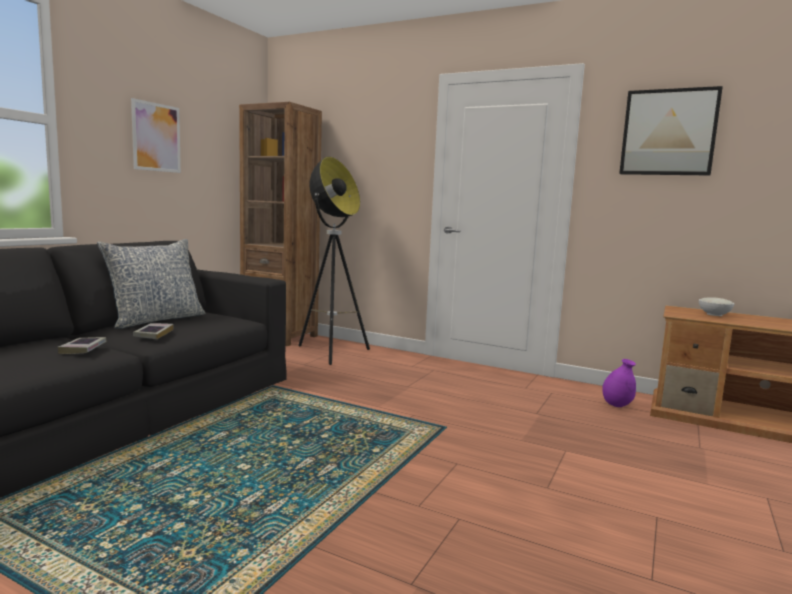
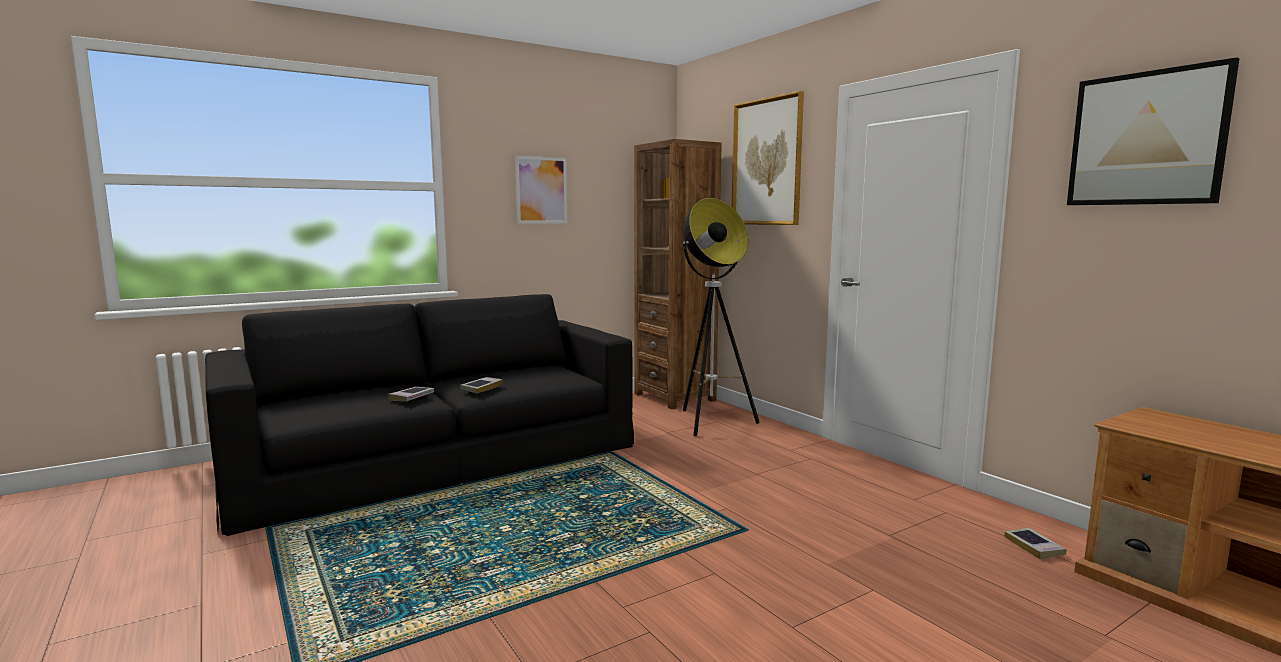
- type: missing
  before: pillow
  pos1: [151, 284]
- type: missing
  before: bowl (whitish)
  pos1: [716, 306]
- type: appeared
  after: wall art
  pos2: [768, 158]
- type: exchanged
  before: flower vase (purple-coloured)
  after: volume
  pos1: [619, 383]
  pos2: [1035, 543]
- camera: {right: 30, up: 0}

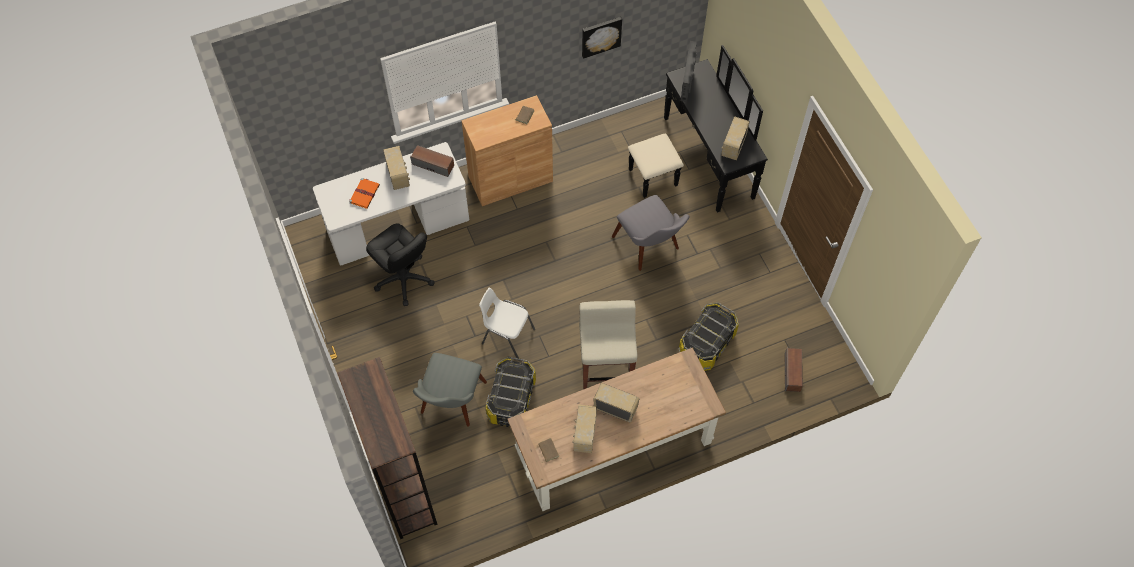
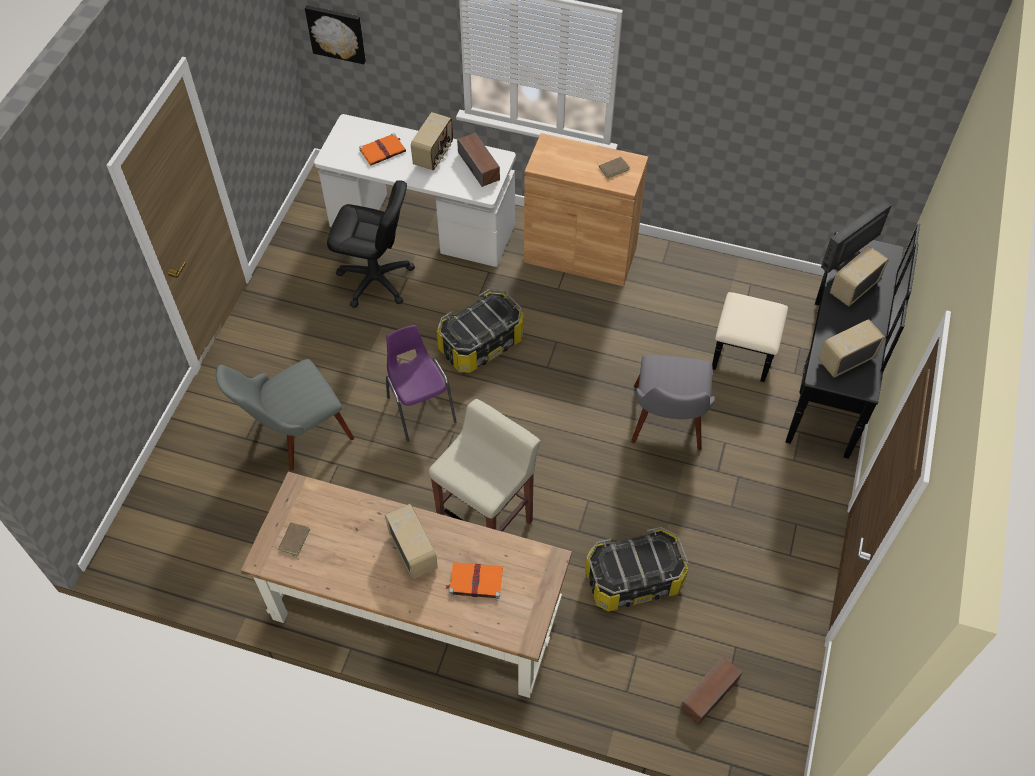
- type: missing
  before: bookshelf (brown-coloured)
  pos1: [387, 448]
- type: appeared
  after: volume (orange)
  pos2: [474, 580]
- type: relocated
  before: storage bin
  pos1: [510, 392]
  pos2: [480, 331]
- type: relocated
  before: radio
  pos1: [584, 429]
  pos2: [859, 276]
- type: relocated
  before: wall art
  pos1: [602, 38]
  pos2: [335, 34]
- type: colour
  before: upright chair (whitish)
  after: upright chair (purple-coloured)
  pos1: [507, 324]
  pos2: [421, 383]
- type: spun
  before: office chair (black-coloured)
  pos1: [400, 264]
  pos2: [371, 244]
  turn: -75
- camera: {right: 40, up: -5}

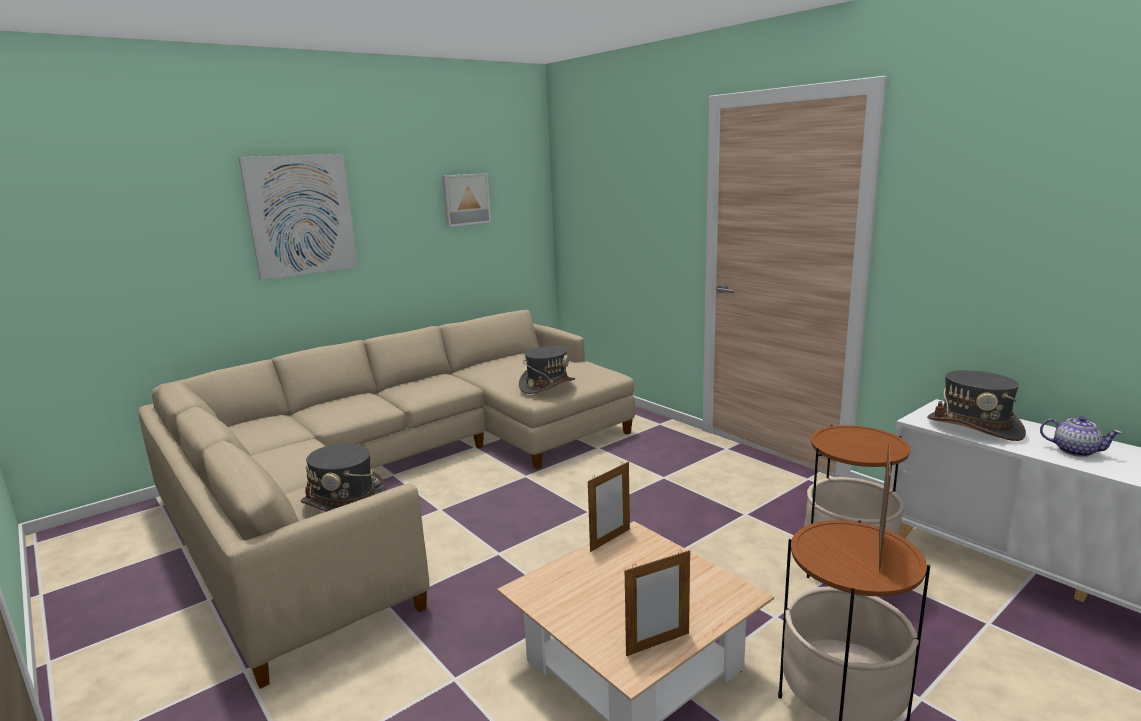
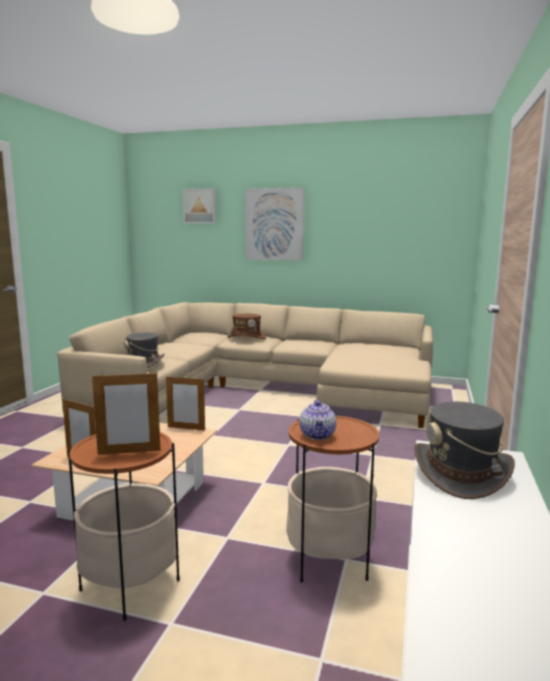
- type: missing
  before: clothing hat (greyish)
  pos1: [547, 370]
- type: appeared
  after: clothing hat (brown-coloured)
  pos2: [246, 326]
- type: relocated
  before: wall art
  pos1: [466, 200]
  pos2: [199, 205]
- type: relocated
  before: teapot
  pos1: [1081, 436]
  pos2: [317, 420]
- camera: {right: 55, up: -5}

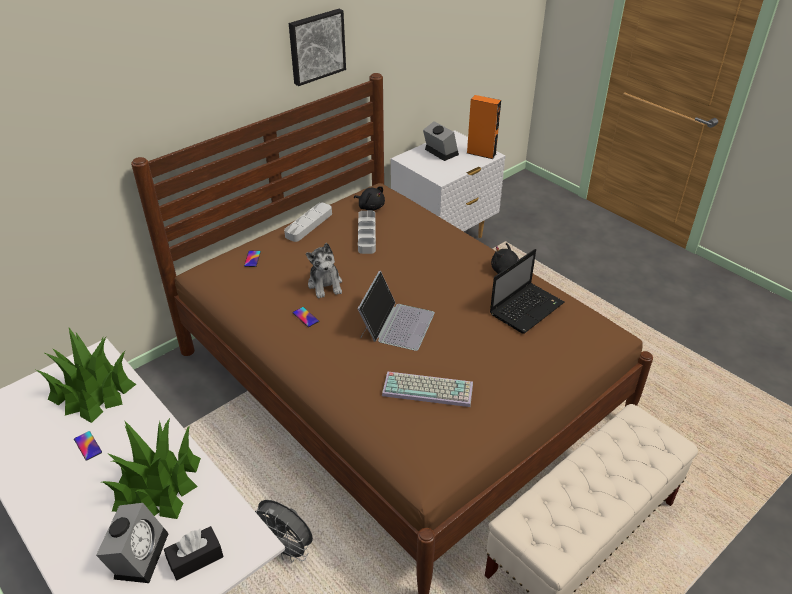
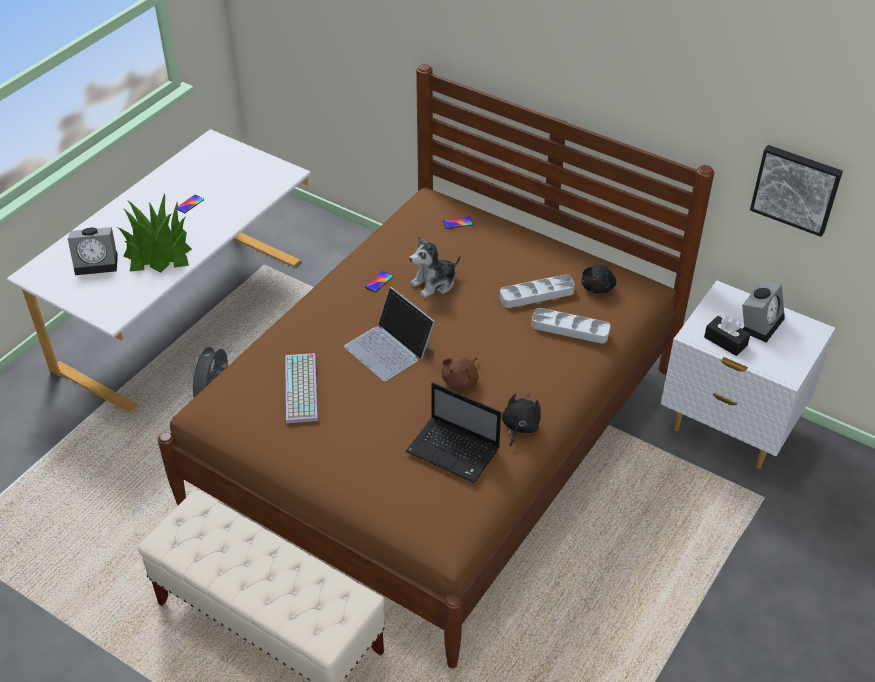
- type: missing
  before: potted plant
  pos1: [86, 375]
- type: missing
  before: audio speaker (orange)
  pos1: [484, 127]
- type: appeared
  after: cuddly toy (brown-coloured)
  pos2: [460, 372]
- type: relocated
  before: tissue holder (black-coloured)
  pos1: [194, 553]
  pos2: [727, 336]
- type: relocated
  before: carrying tray (greyish)
  pos1: [308, 222]
  pos2: [570, 326]
- type: relocated
  before: wall art
  pos1: [317, 47]
  pos2: [796, 191]
- type: spun
  before: notebook computer
  pos1: [396, 311]
  pos2: [389, 334]
  turn: 45
- camera: {right: 75, up: 5}

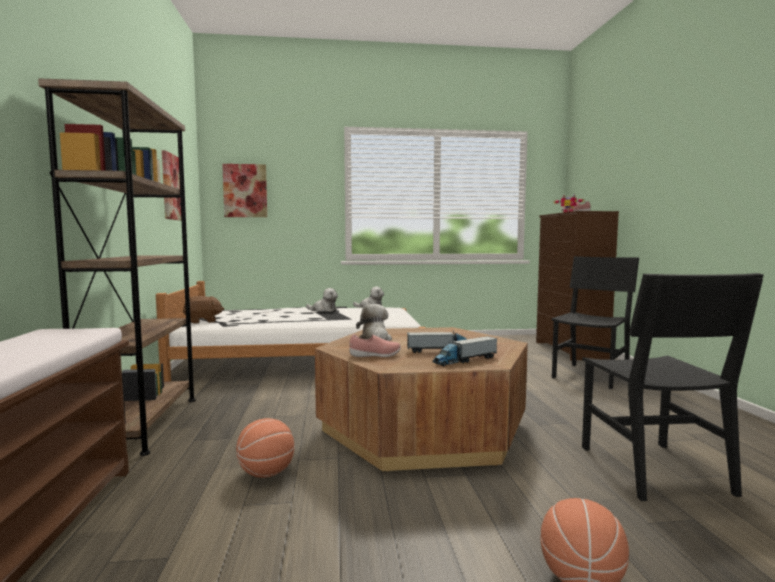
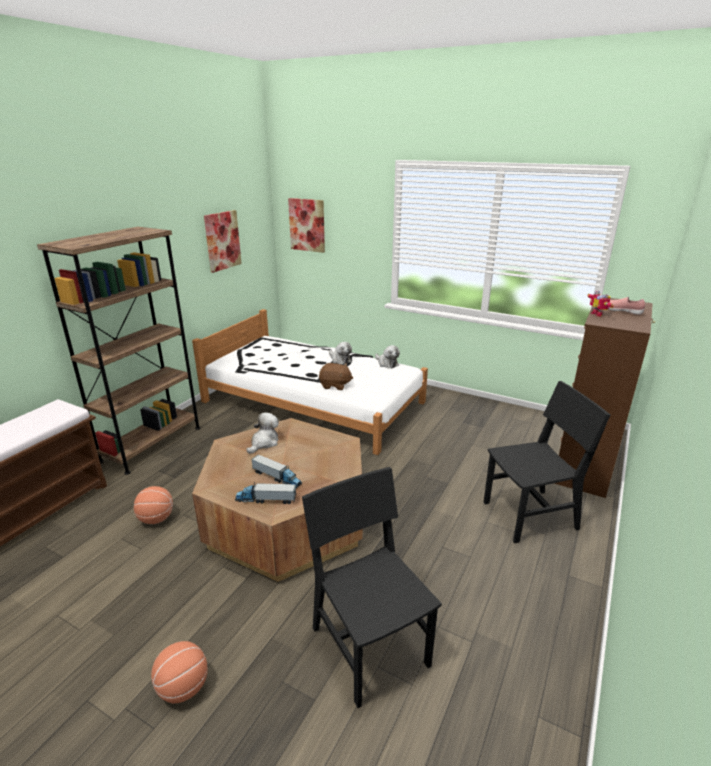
- type: missing
  before: shoe (pink)
  pos1: [375, 345]
- type: relocated
  before: cuddly toy (brown-coloured)
  pos1: [203, 310]
  pos2: [336, 376]
- type: spun
  before: upright chair (black-coloured)
  pos1: [673, 387]
  pos2: [372, 587]
  turn: 120
- camera: {right: 35, up: 20}

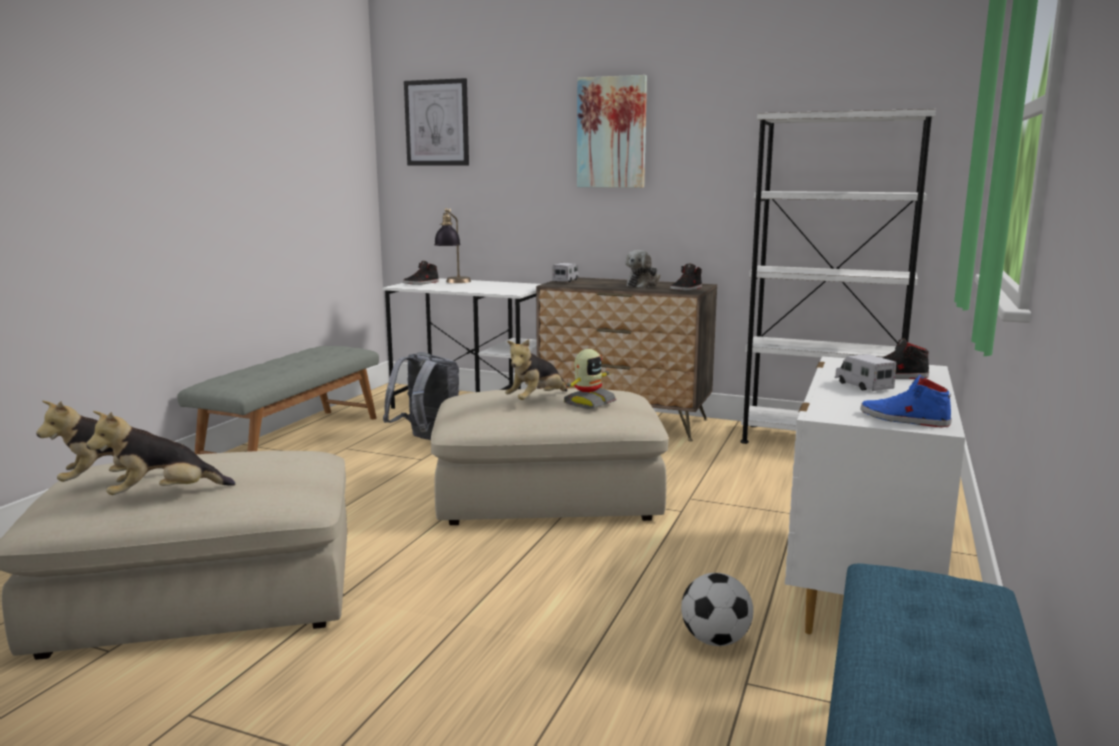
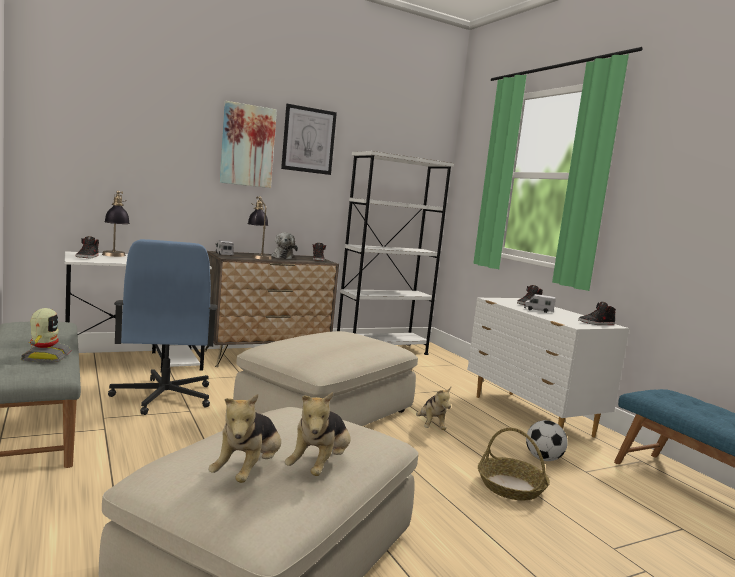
- type: appeared
  after: lamp for a table
  pos2: [260, 228]
- type: appeared
  after: household basket
  pos2: [514, 464]
- type: relocated
  before: wall art
  pos1: [436, 122]
  pos2: [309, 139]
- type: relocated
  before: cuddly toy
  pos1: [536, 369]
  pos2: [433, 408]
- type: relocated
  before: robot figure
  pos1: [589, 379]
  pos2: [46, 335]
- type: exchanged
  before: knapsack (greyish)
  after: office chair (blue-coloured)
  pos1: [421, 396]
  pos2: [162, 327]
- type: colour
  before: shoe (blue-coloured)
  after: shoe (black-coloured)
  pos1: [906, 401]
  pos2: [597, 313]
- camera: {right: -50, up: -5}

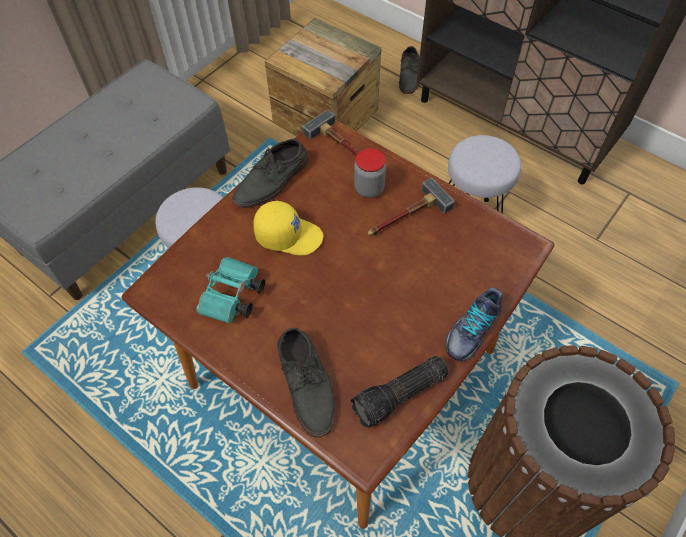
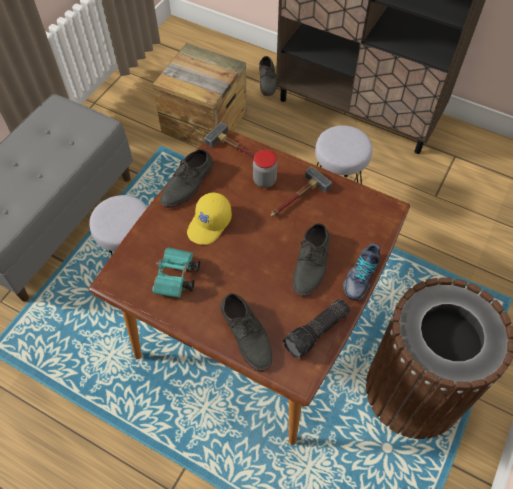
- type: appeared
  after: shoe (greyish)
  pos2: [311, 260]
- type: spun
  before: baseball cap (yellow)
  pos1: [288, 228]
  pos2: [209, 218]
  turn: 120
- camera: {right: -10, up: 0}

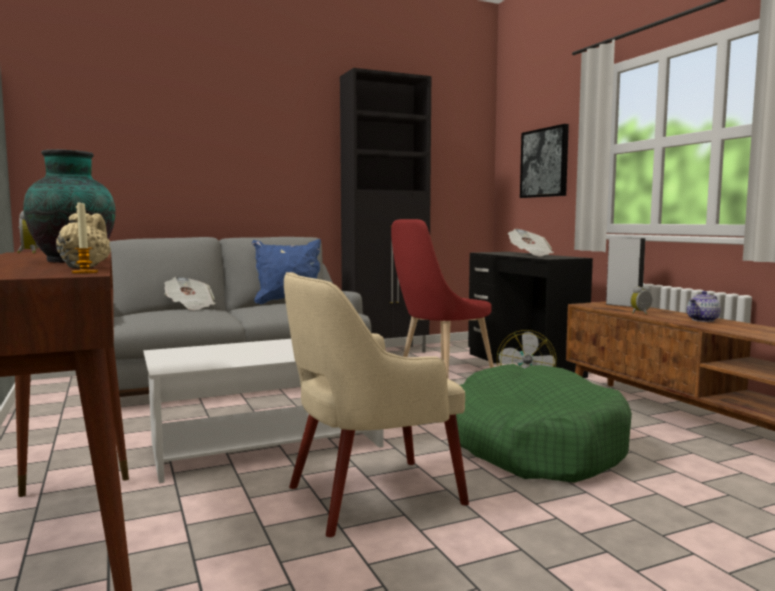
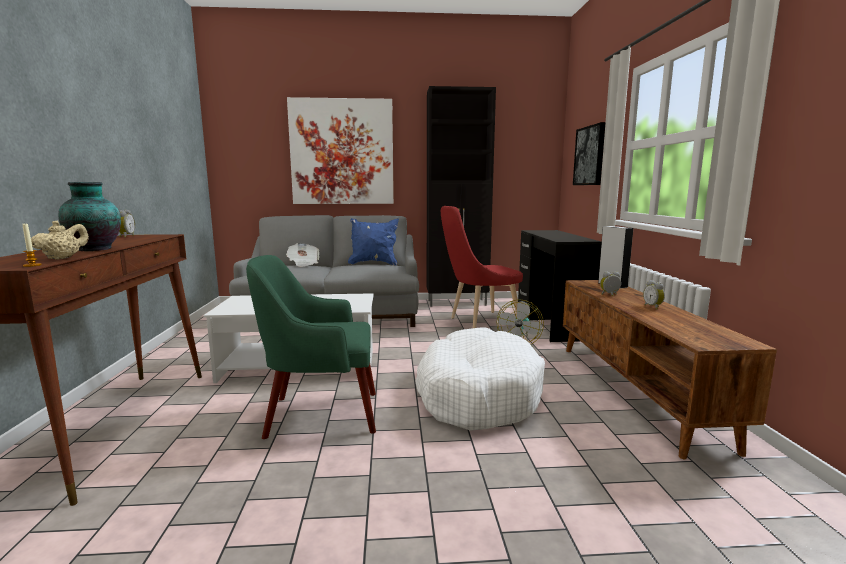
- type: missing
  before: daily paper
  pos1: [531, 243]
- type: appeared
  after: wall art
  pos2: [340, 150]
- type: exchanged
  before: teapot
  after: bedside clock
  pos1: [704, 306]
  pos2: [654, 295]
- type: colour
  before: lounge chair (beige-coloured)
  after: lounge chair (greenish)
  pos1: [376, 404]
  pos2: [311, 347]
- type: colour
  before: pet bed (greenish)
  after: pet bed (whitish)
  pos1: [544, 423]
  pos2: [480, 379]
- camera: {right: 20, up: 5}

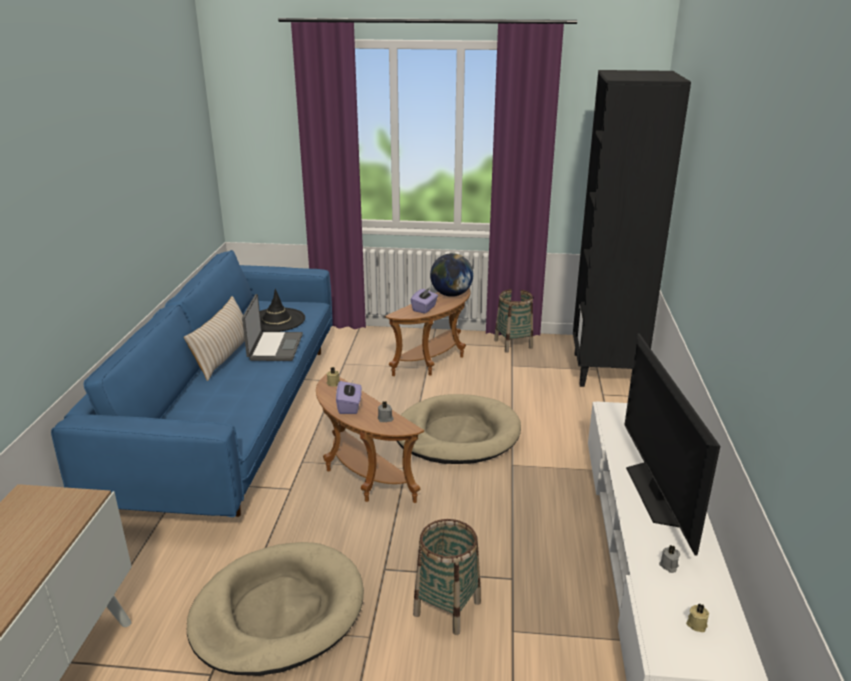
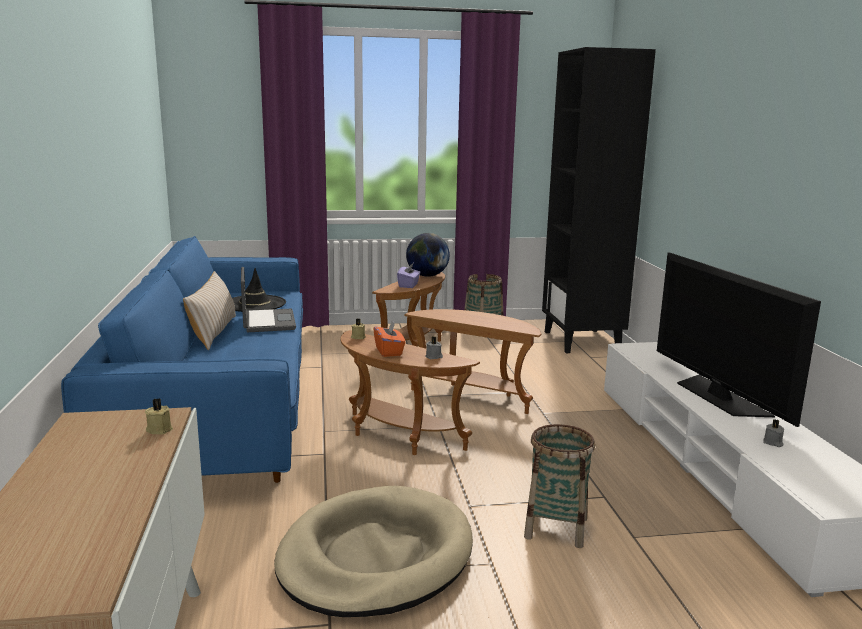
- type: relocated
  before: candle (beige-coloured)
  pos1: [697, 617]
  pos2: [159, 416]
- type: exchanged
  before: pet bed (beige-coloured)
  after: accent table (brown-coloured)
  pos1: [459, 429]
  pos2: [472, 361]
- type: colour
  before: tissue holder (purple-coloured)
  after: tissue holder (orange)
  pos1: [349, 397]
  pos2: [389, 339]
- camera: {right: -15, up: -10}

